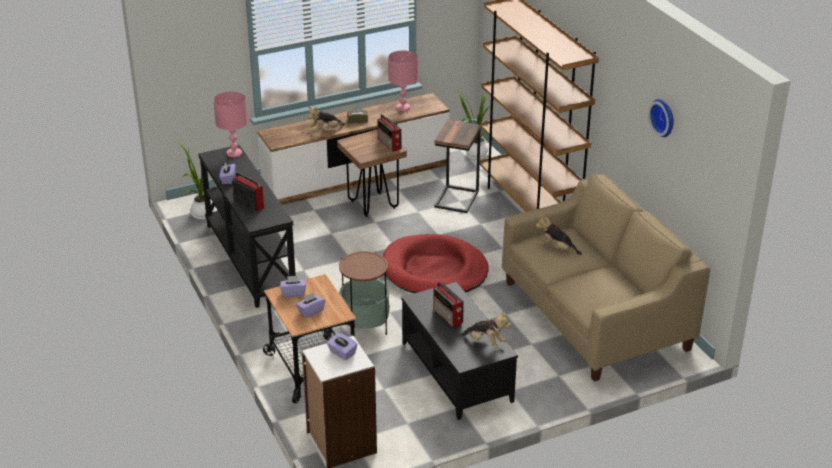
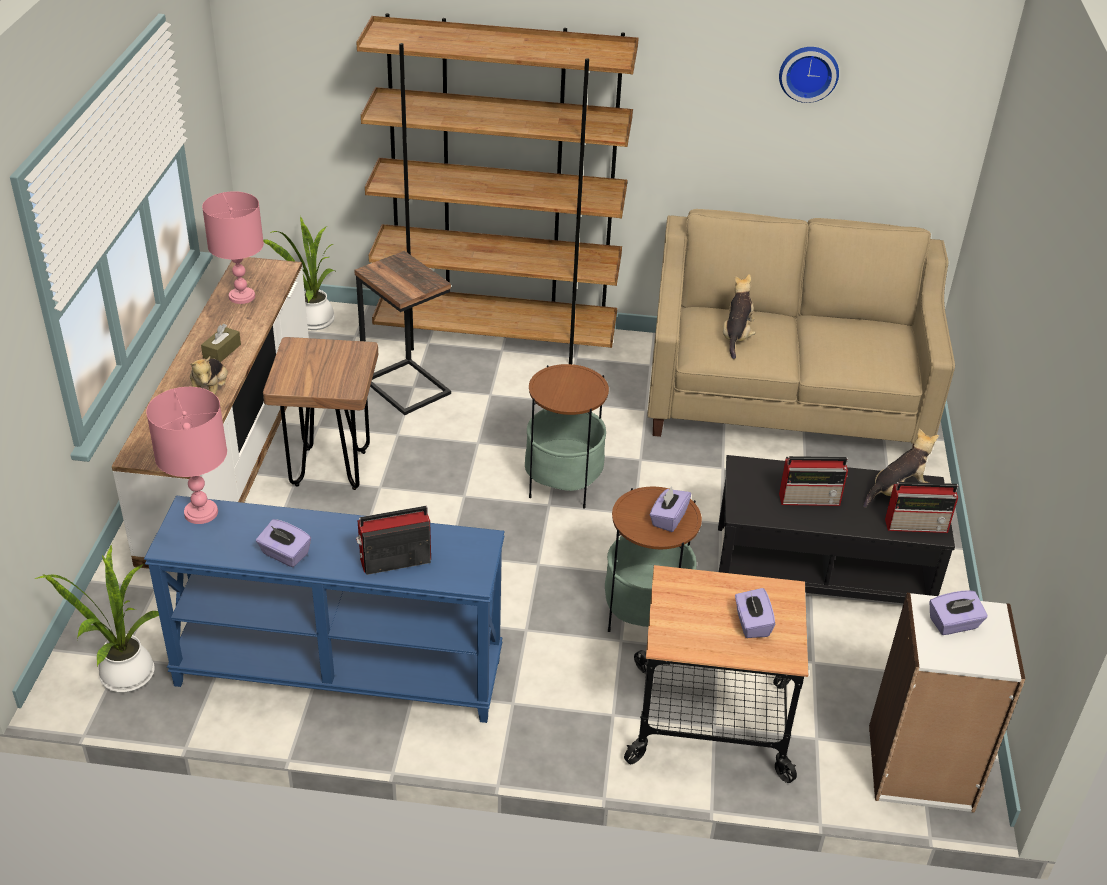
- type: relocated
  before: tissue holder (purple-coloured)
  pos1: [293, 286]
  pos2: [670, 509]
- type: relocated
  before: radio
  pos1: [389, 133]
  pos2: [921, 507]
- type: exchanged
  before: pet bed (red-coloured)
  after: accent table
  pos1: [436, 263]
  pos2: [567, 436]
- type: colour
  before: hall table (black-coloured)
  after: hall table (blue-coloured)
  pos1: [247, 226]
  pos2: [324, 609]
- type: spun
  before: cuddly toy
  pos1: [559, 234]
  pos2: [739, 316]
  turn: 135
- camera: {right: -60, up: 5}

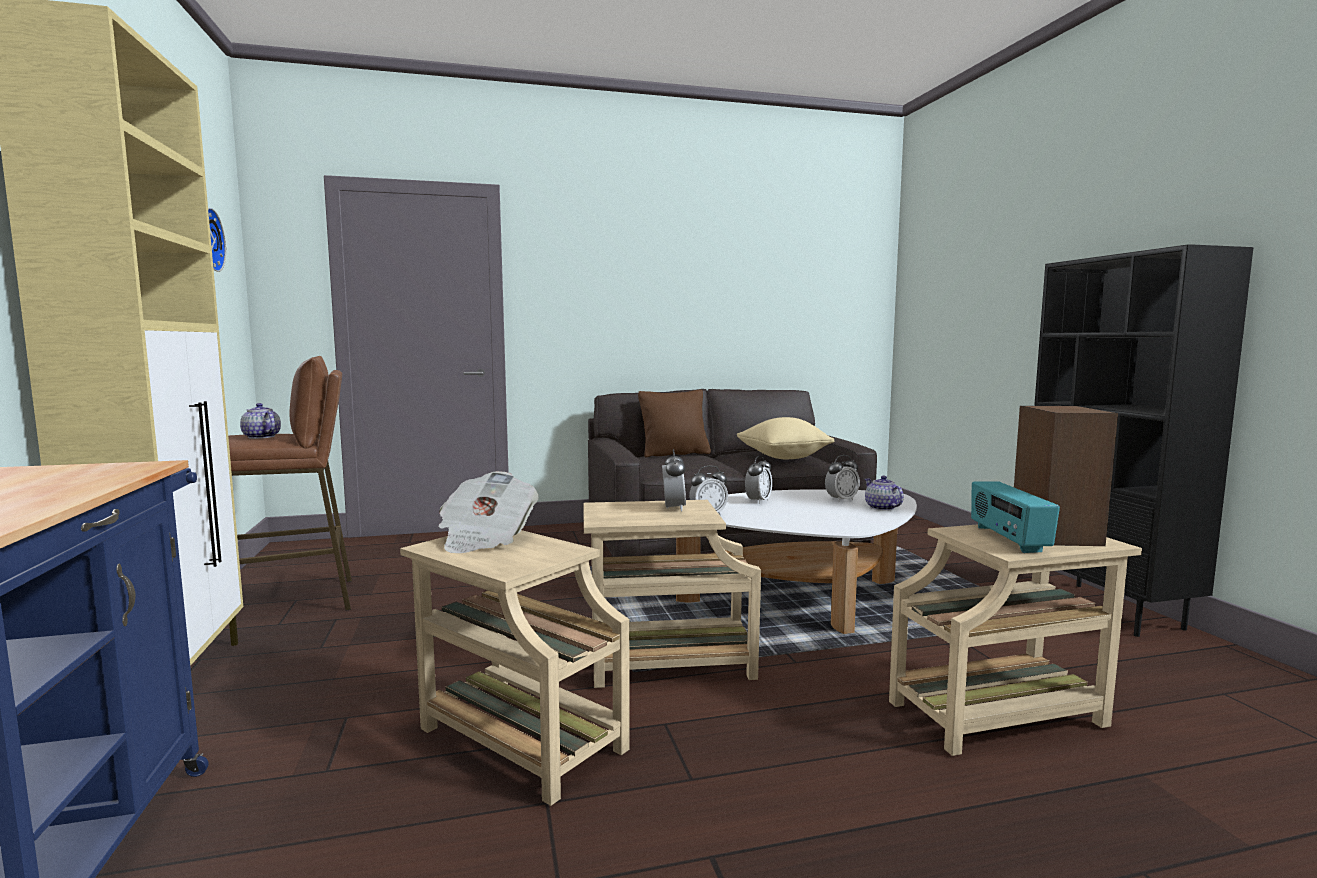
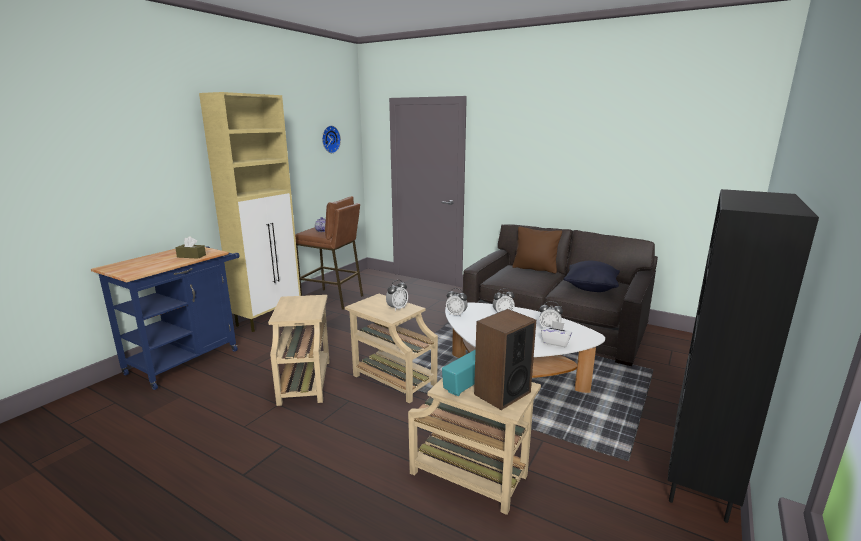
- type: missing
  before: daily paper
  pos1: [488, 512]
- type: appeared
  after: tissue holder (brown-coloured)
  pos2: [190, 247]
- type: exchanged
  before: teapot
  after: tissue holder (whitish)
  pos1: [884, 493]
  pos2: [556, 334]
- type: colour
  before: pillow (beige-coloured)
  after: pillow (black-coloured)
  pos1: [785, 438]
  pos2: [592, 276]
- camera: {right: 45, up: 10}

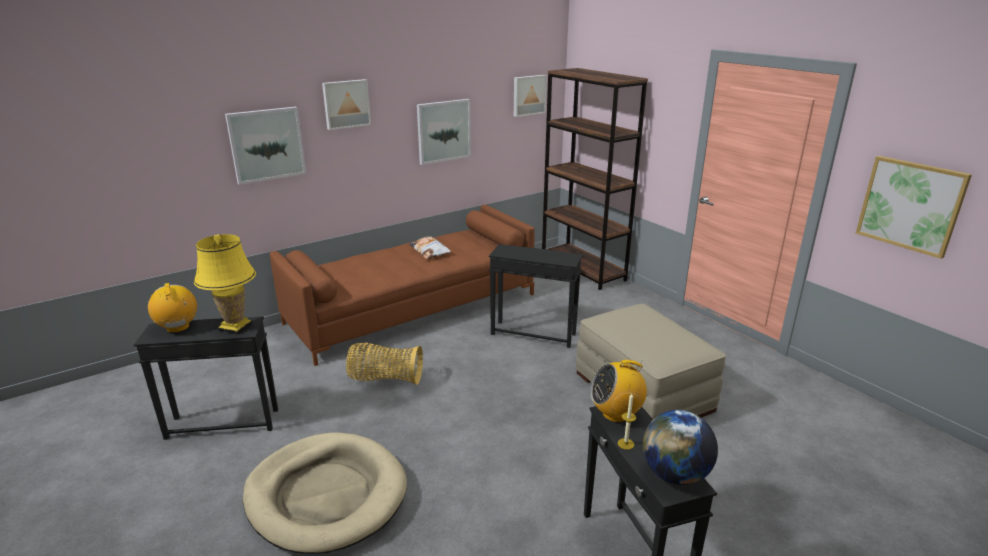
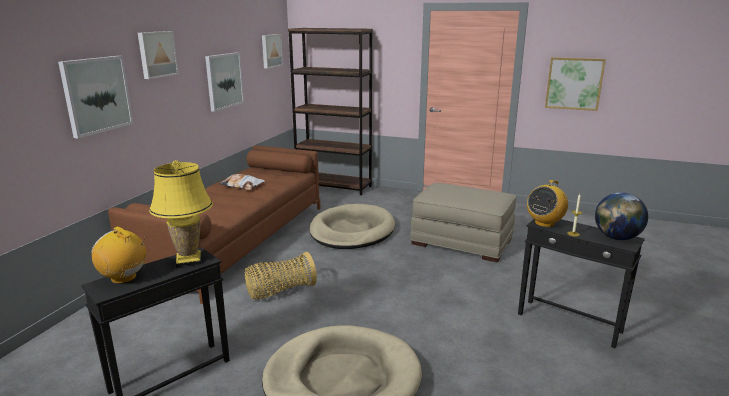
- type: exchanged
  before: accent table (black-coloured)
  after: pet bed (beige-coloured)
  pos1: [536, 296]
  pos2: [352, 226]
- camera: {right: -35, up: -5}

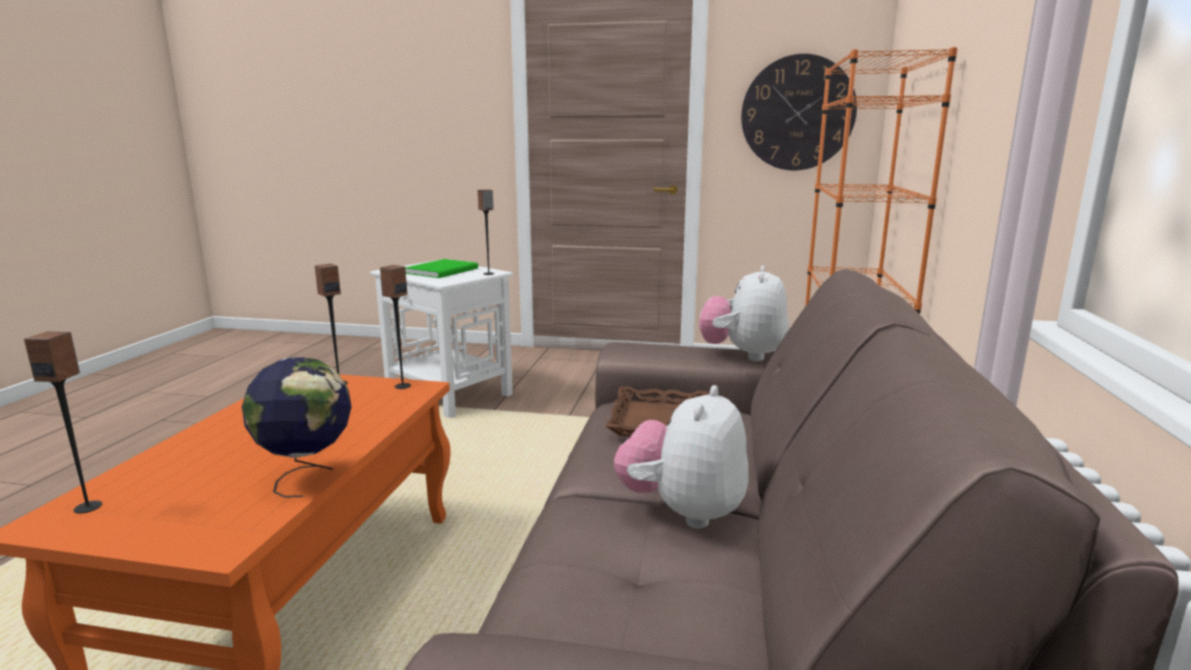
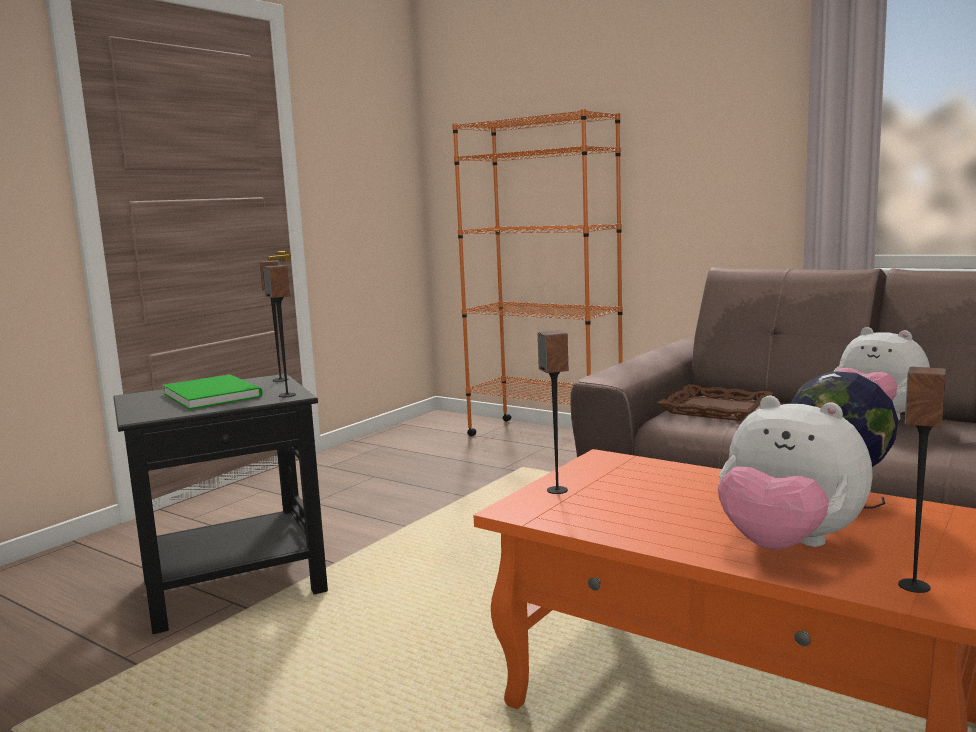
- type: missing
  before: hanging clock
  pos1: [799, 112]
- type: relocated
  before: audio speaker
  pos1: [395, 327]
  pos2: [279, 331]
- type: relocated
  before: cuddly toy
  pos1: [744, 313]
  pos2: [795, 473]
- type: colour
  before: accent table (whitish)
  after: accent table (black-coloured)
  pos1: [441, 339]
  pos2: [220, 504]
- camera: {right: -65, up: -5}

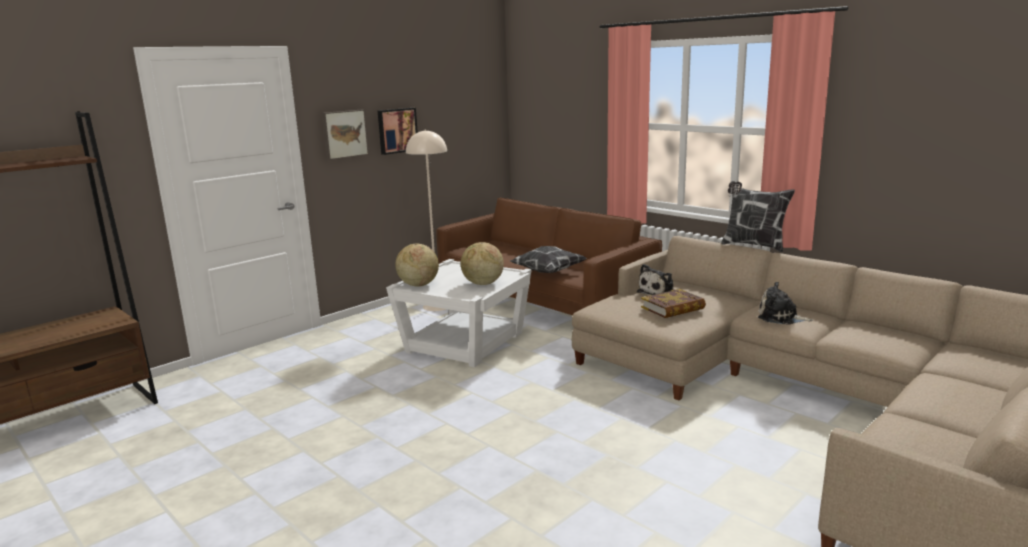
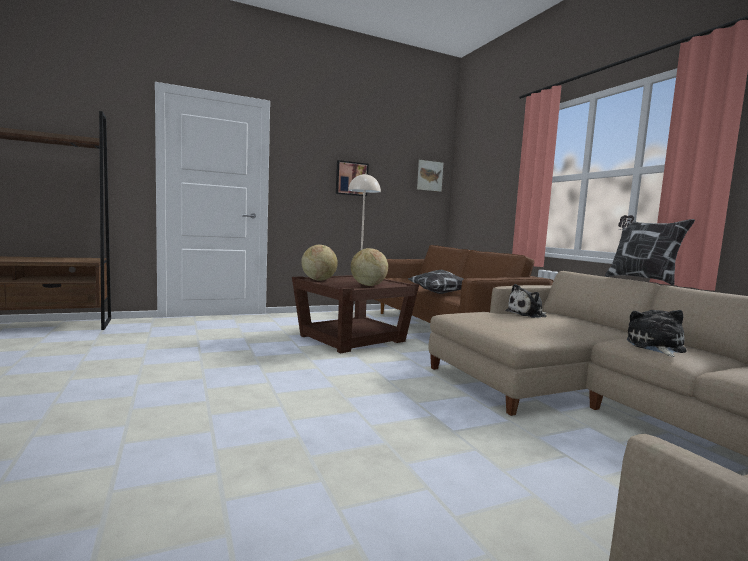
- type: missing
  before: volume
  pos1: [673, 303]
- type: relocated
  before: wall art
  pos1: [345, 135]
  pos2: [429, 175]
- type: colour
  before: accent table (whitish)
  after: accent table (brown-coloured)
  pos1: [459, 313]
  pos2: [355, 314]
- type: spun
  before: cuddly toy
  pos1: [785, 303]
  pos2: [657, 333]
  turn: 60
- camera: {right: 20, up: -10}

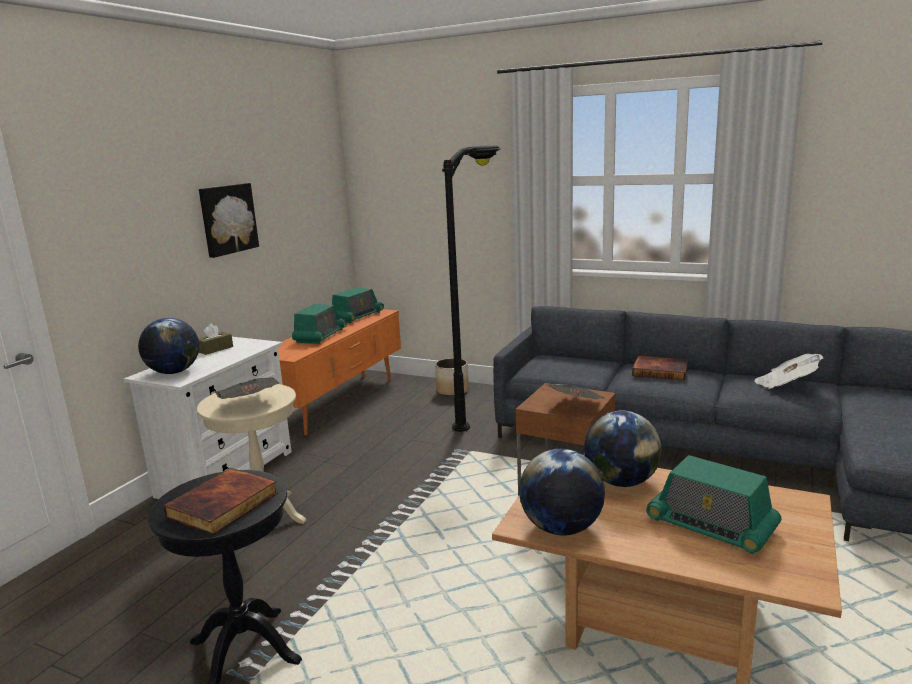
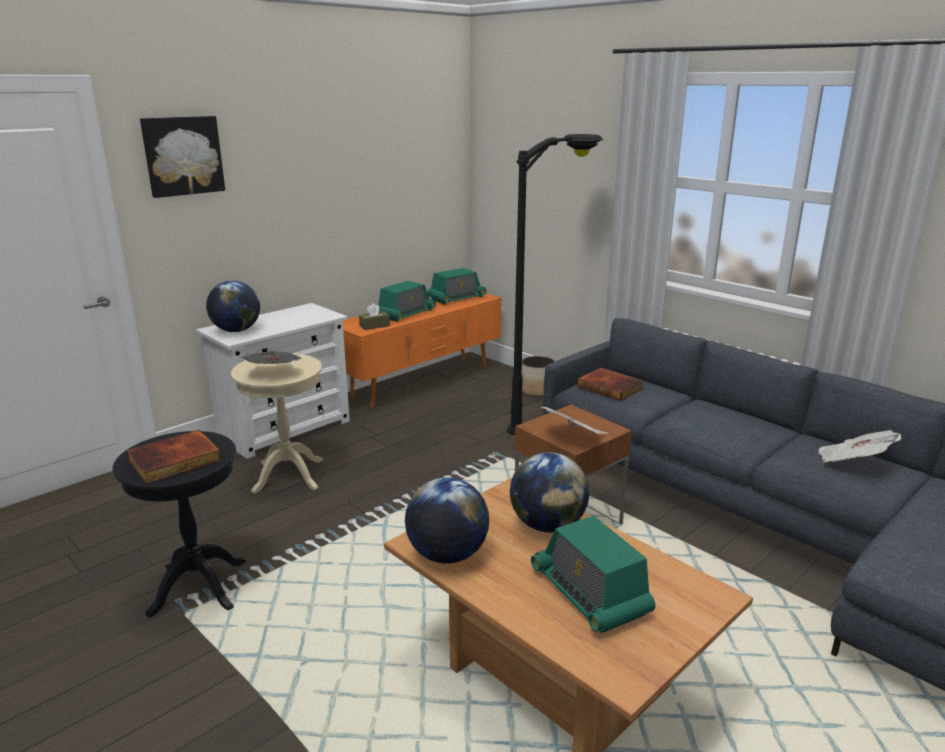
- type: relocated
  before: tissue holder (brown-coloured)
  pos1: [215, 339]
  pos2: [374, 316]
- type: relocated
  before: wall art
  pos1: [229, 220]
  pos2: [182, 157]
- type: relocated
  before: volume
  pos1: [660, 368]
  pos2: [610, 384]
- camera: {right: 20, up: 5}

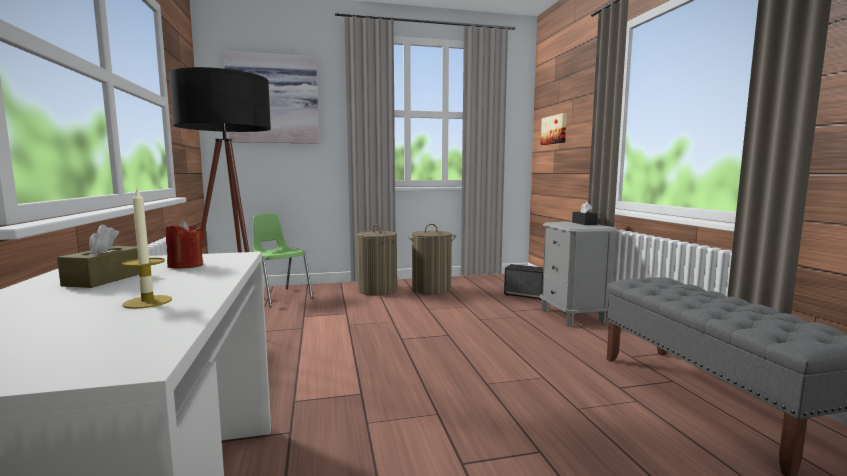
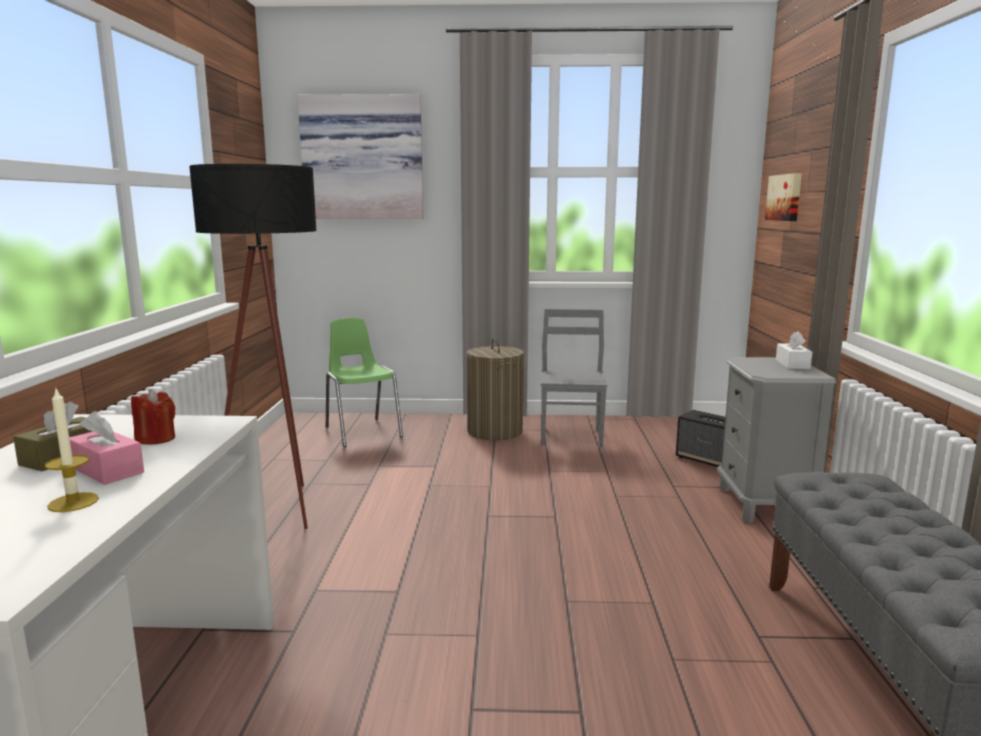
- type: appeared
  after: tissue holder (pink)
  pos2: [106, 448]
- type: exchanged
  before: washing basket
  after: upright chair (greyish)
  pos1: [431, 259]
  pos2: [574, 378]
- type: colour
  before: tissue holder (black-coloured)
  after: tissue holder (whitish)
  pos1: [585, 213]
  pos2: [794, 350]
- camera: {right: 15, up: 5}

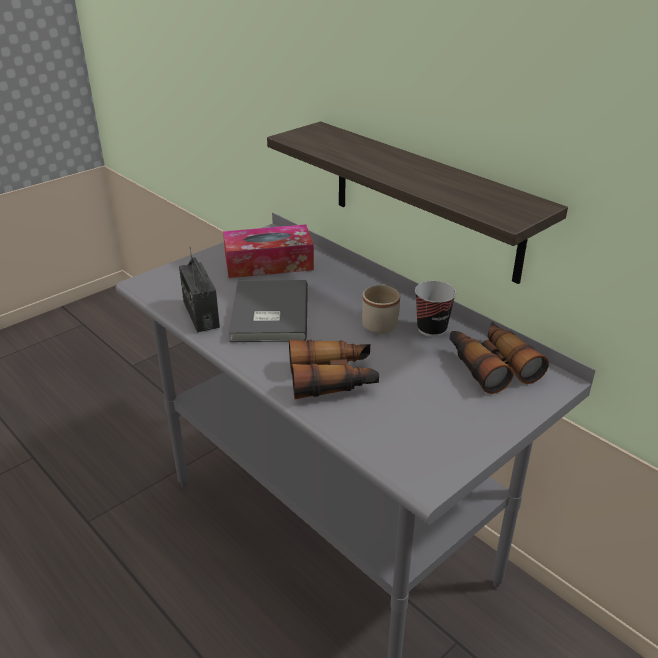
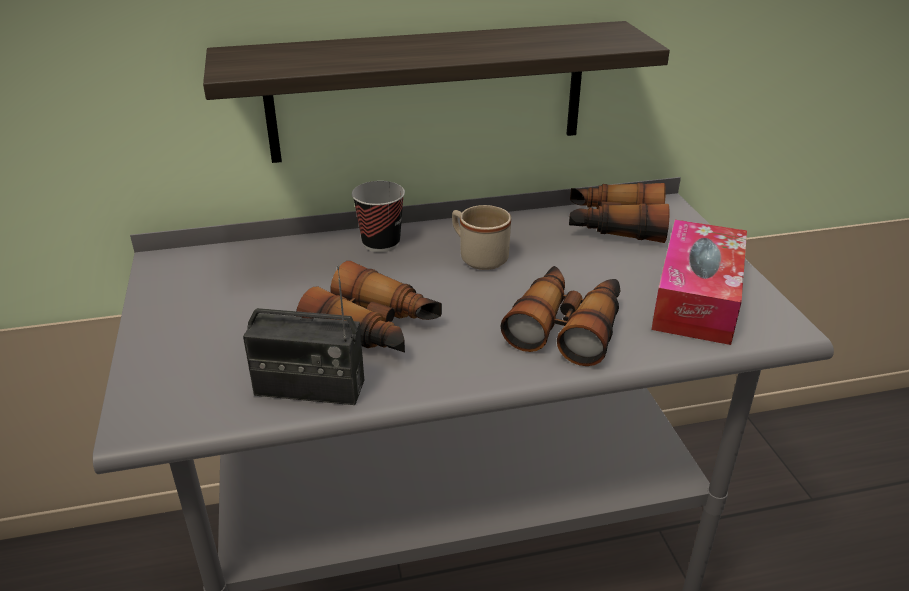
- type: relocated
  before: tissue holder
  pos1: [268, 251]
  pos2: [699, 282]
- type: relocated
  before: cup
  pos1: [435, 309]
  pos2: [378, 216]
- type: exchanged
  before: volume (greyish)
  after: field glasses
  pos1: [268, 311]
  pos2: [369, 306]
- camera: {right: -60, up: 0}

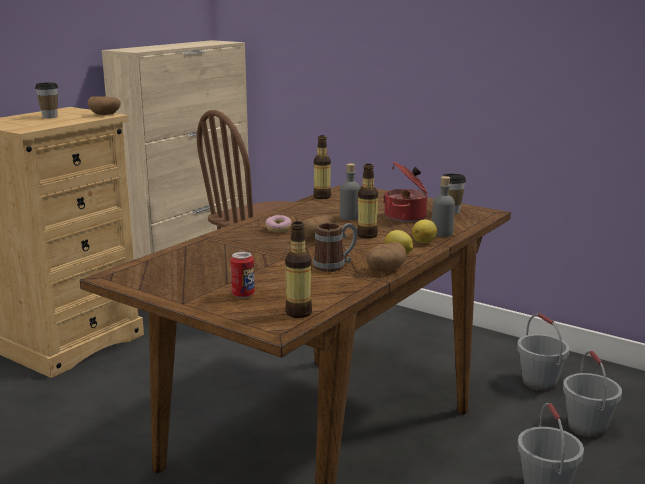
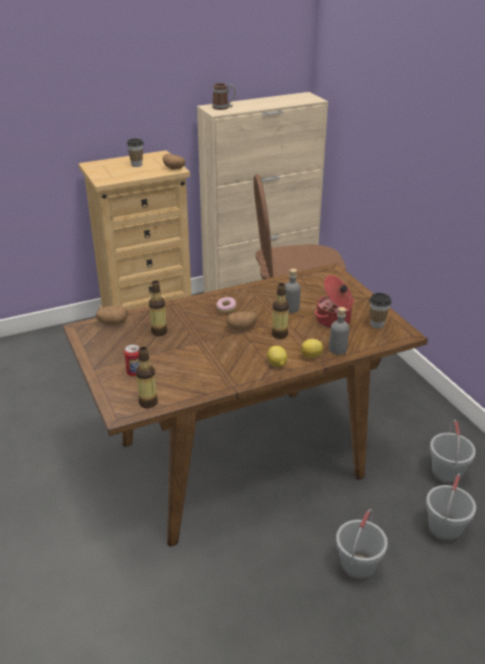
- type: relocated
  before: coffee mug
  pos1: [335, 247]
  pos2: [224, 96]
- type: relocated
  before: bottle
  pos1: [322, 167]
  pos2: [158, 308]
- type: relocated
  before: potato
  pos1: [386, 257]
  pos2: [112, 315]
- camera: {right: 30, up: 15}

